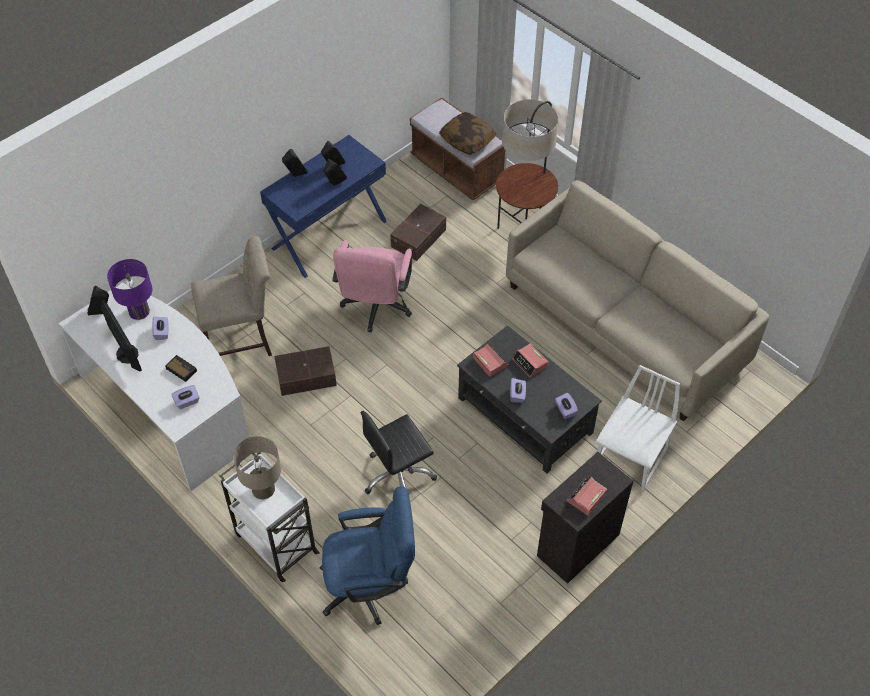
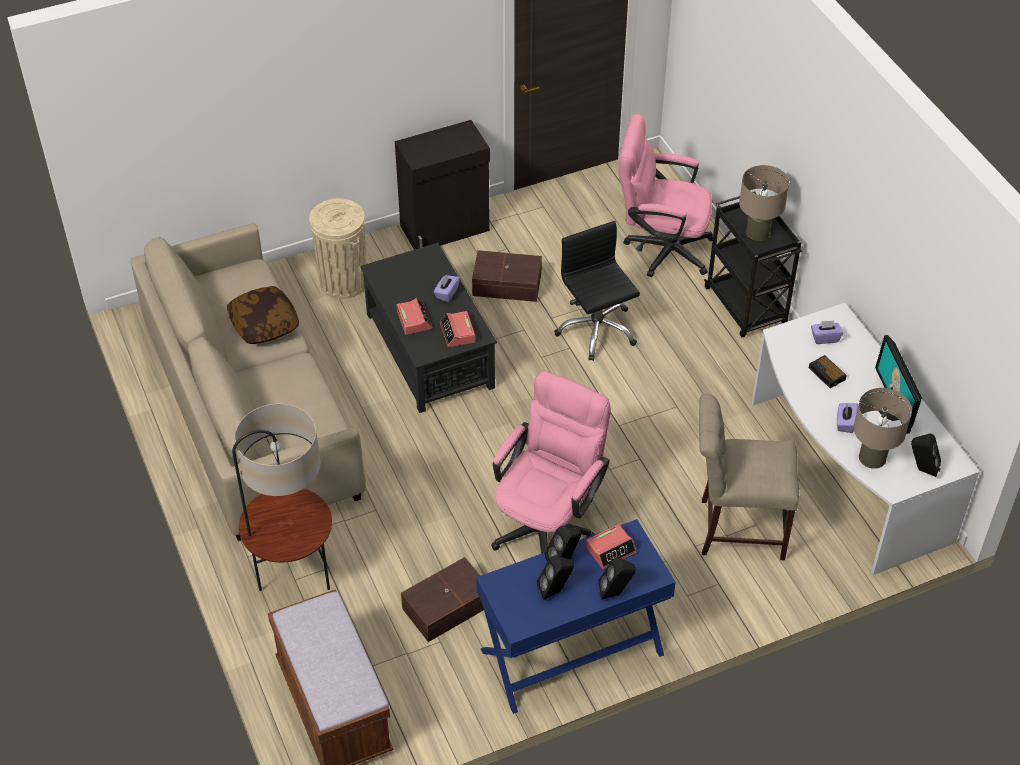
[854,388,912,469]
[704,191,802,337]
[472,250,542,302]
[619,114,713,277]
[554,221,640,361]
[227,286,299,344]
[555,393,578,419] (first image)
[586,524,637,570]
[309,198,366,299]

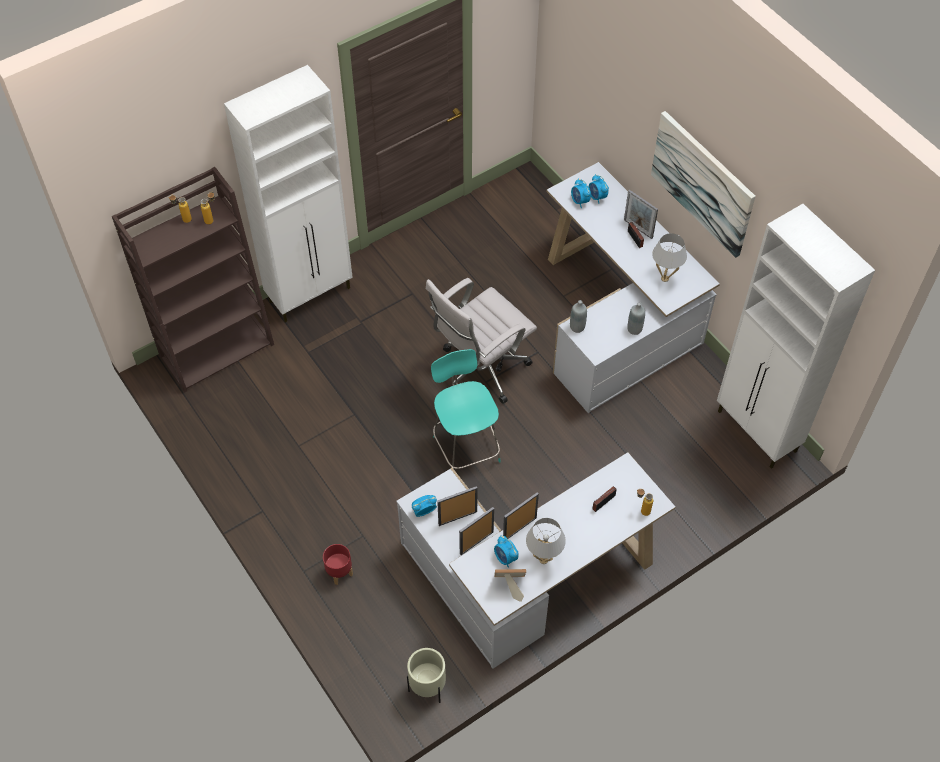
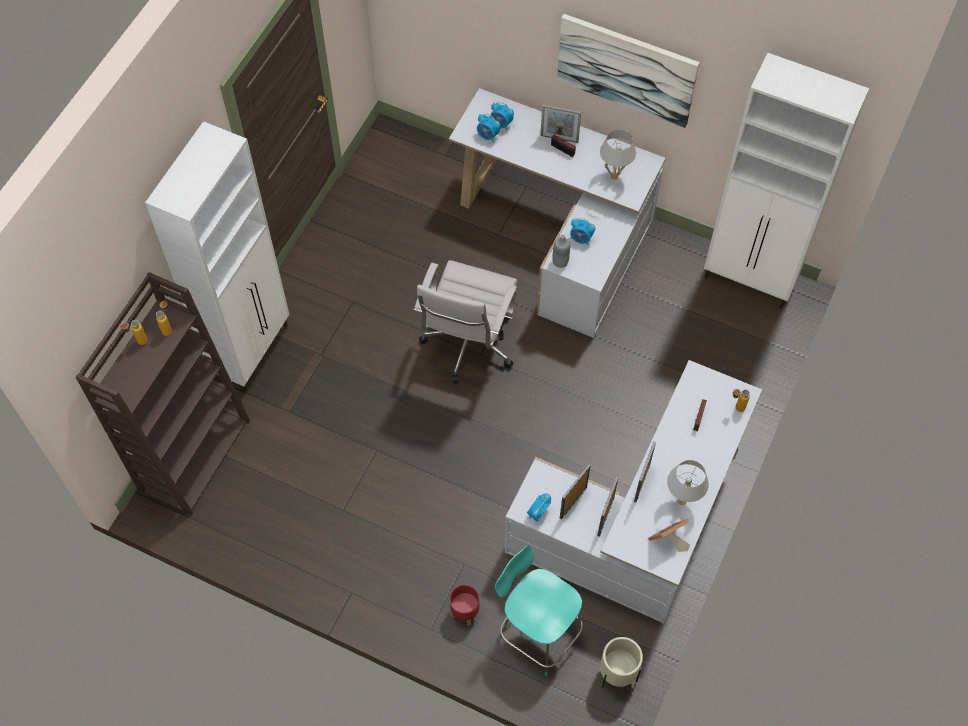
[495,545,583,676]
[570,218,595,245]
[627,302,645,335] (first image)

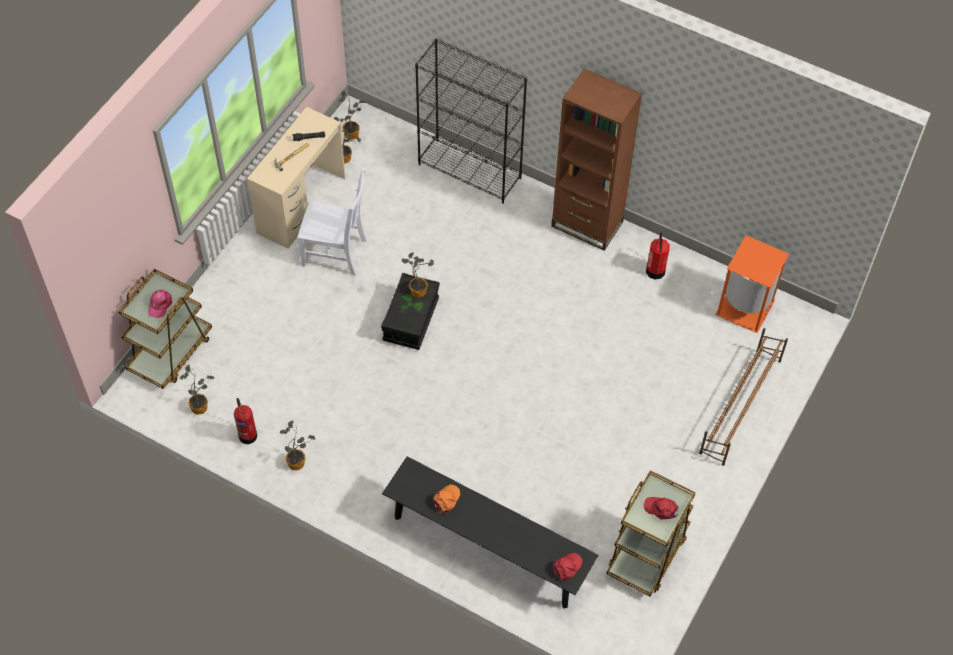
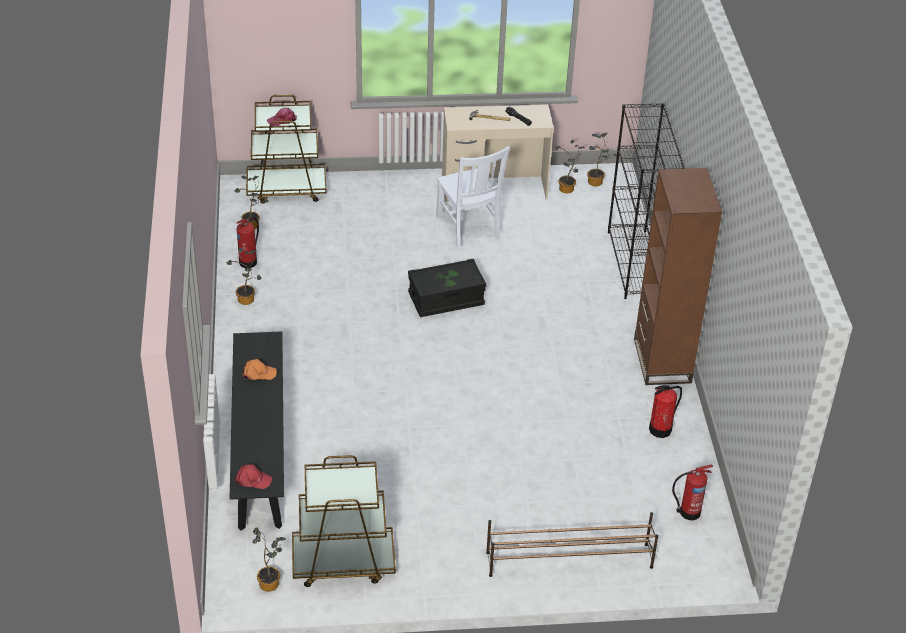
[252,527,286,592]
[644,497,678,520] (first image)
[672,465,713,520]

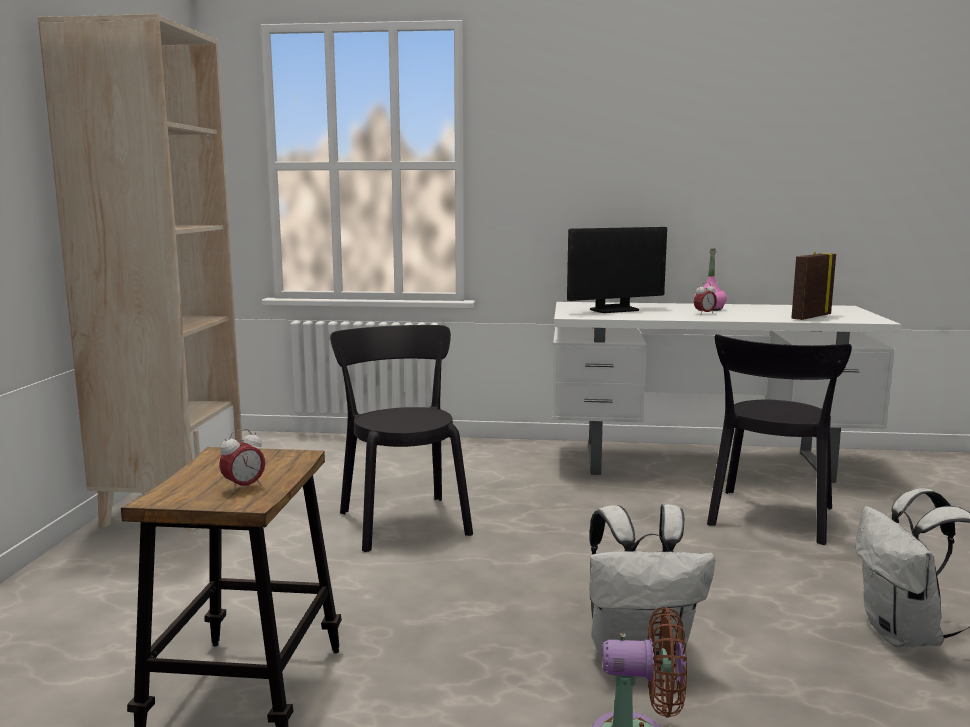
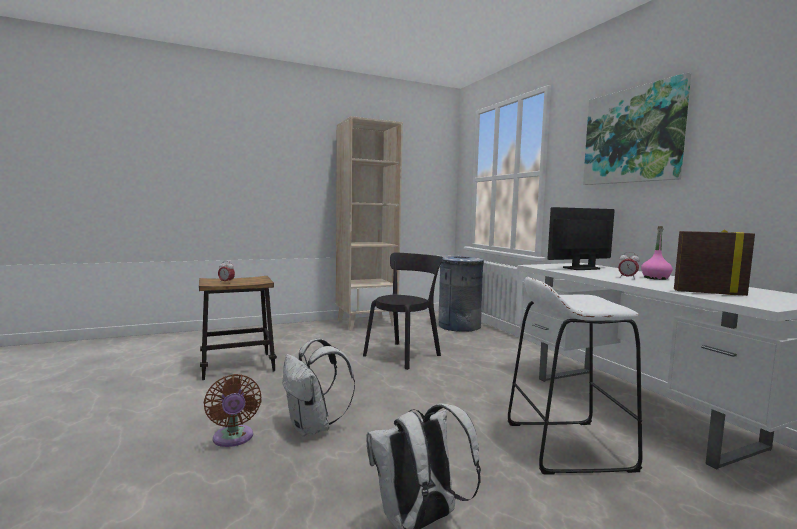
[547,207,615,270]
[508,277,643,474]
[438,256,484,332]
[583,73,691,185]

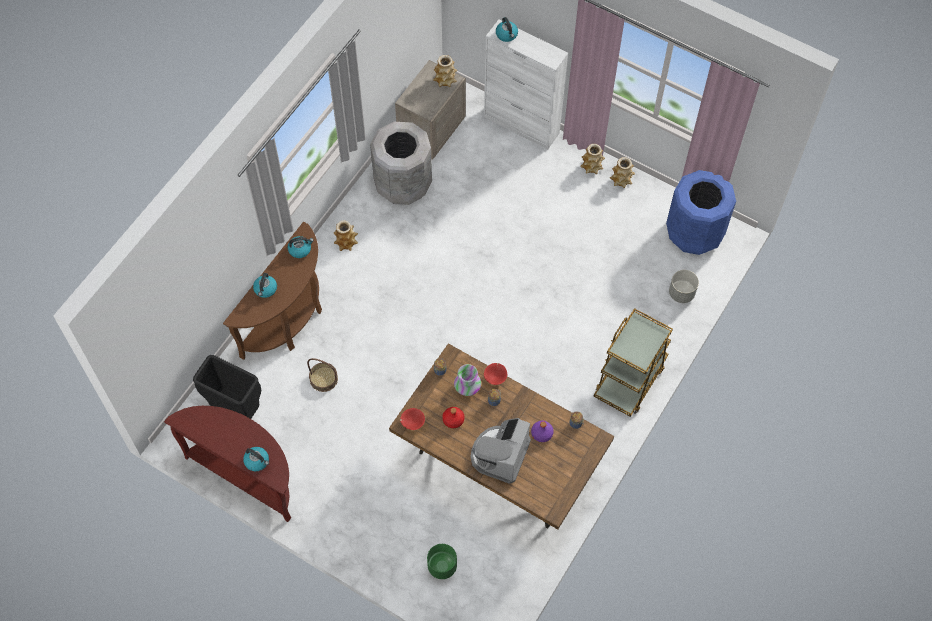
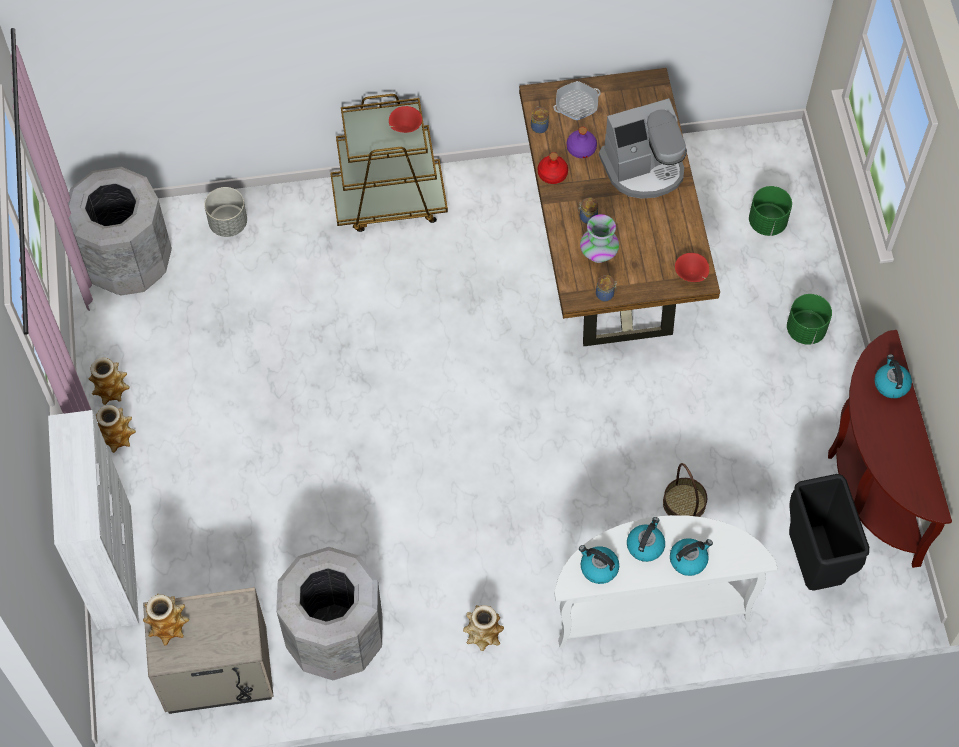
[554,515,778,648]
[538,152,568,184]
[389,106,422,133]
[627,517,665,562]
[68,167,172,296]
[554,81,600,120]
[787,294,832,345]

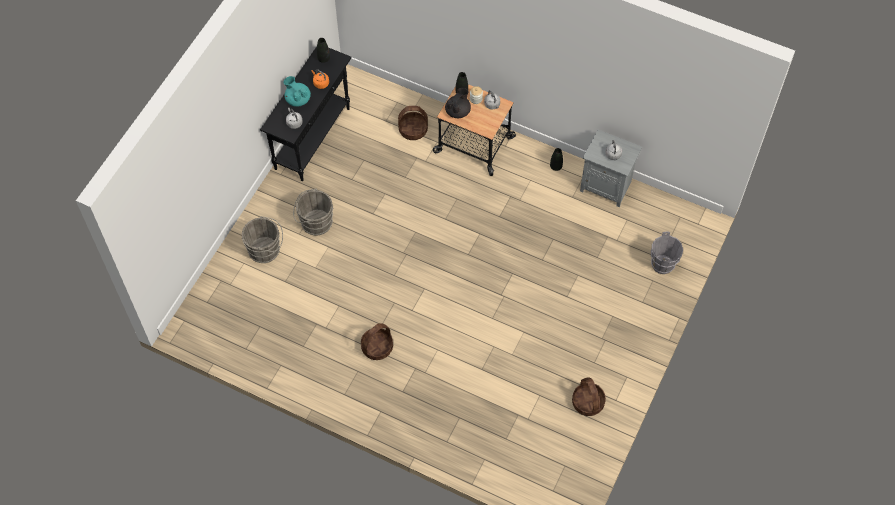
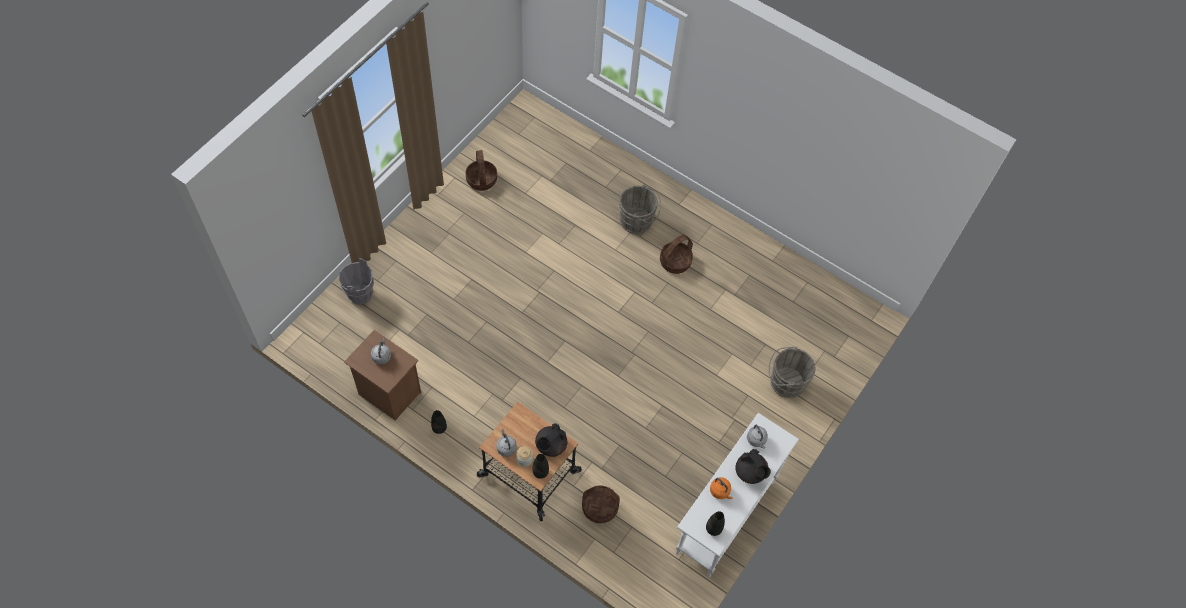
[676,413,799,577]
[735,449,771,484]
[619,185,661,234]
[344,330,421,420]

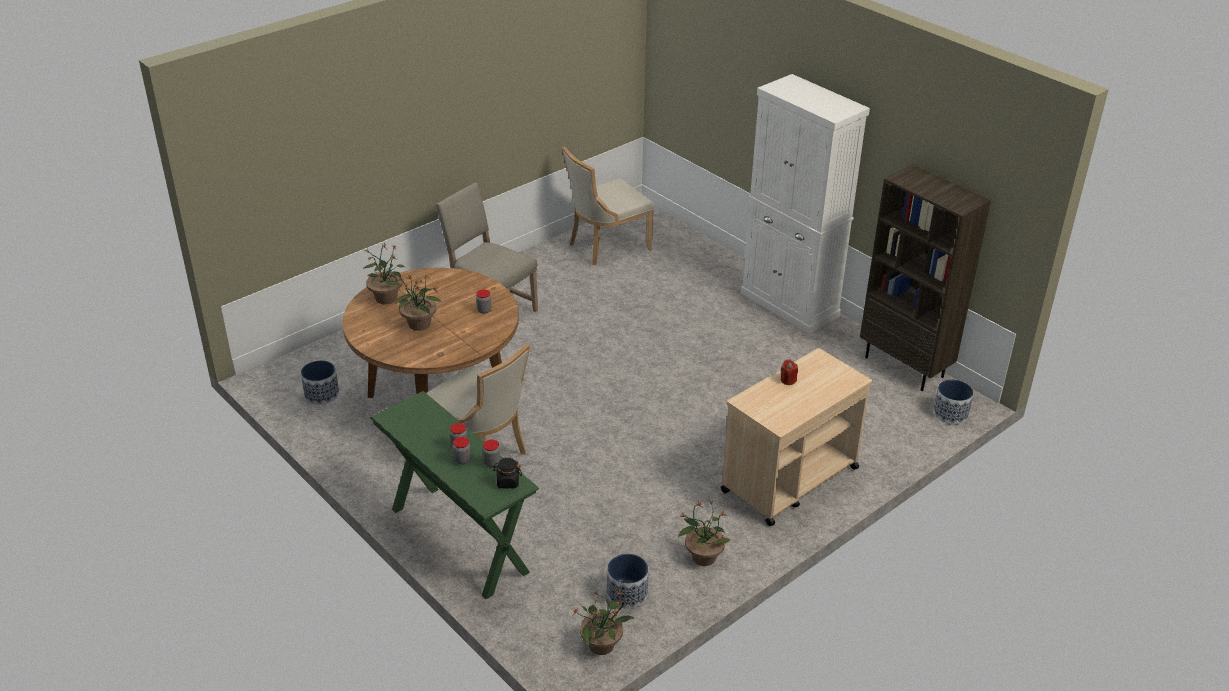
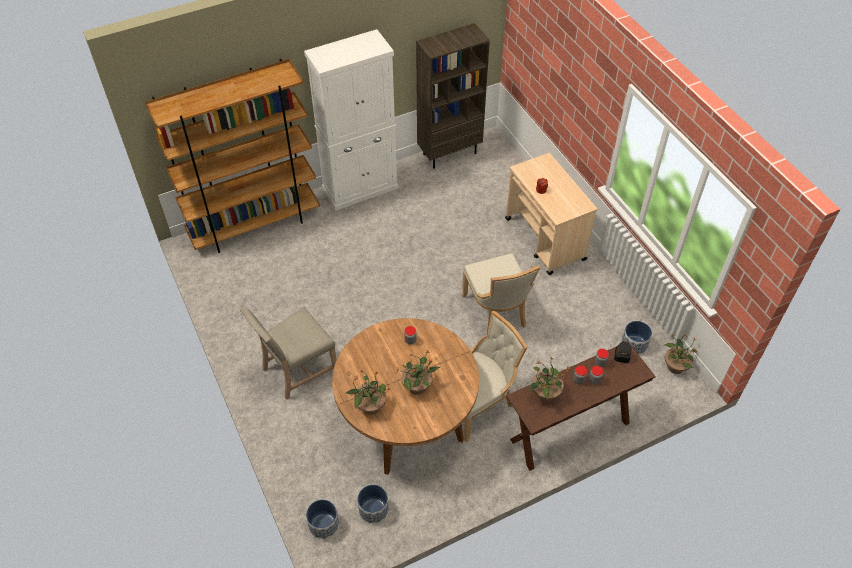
[506,342,656,471]
[461,253,540,333]
[528,357,570,402]
[306,499,339,539]
[145,59,320,253]

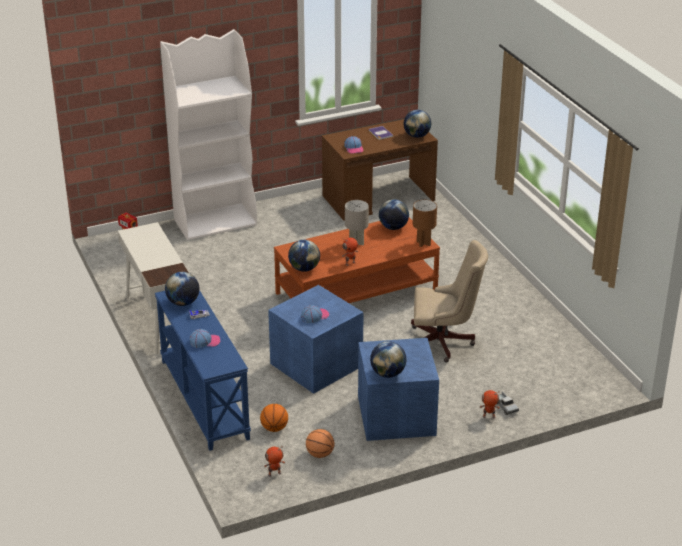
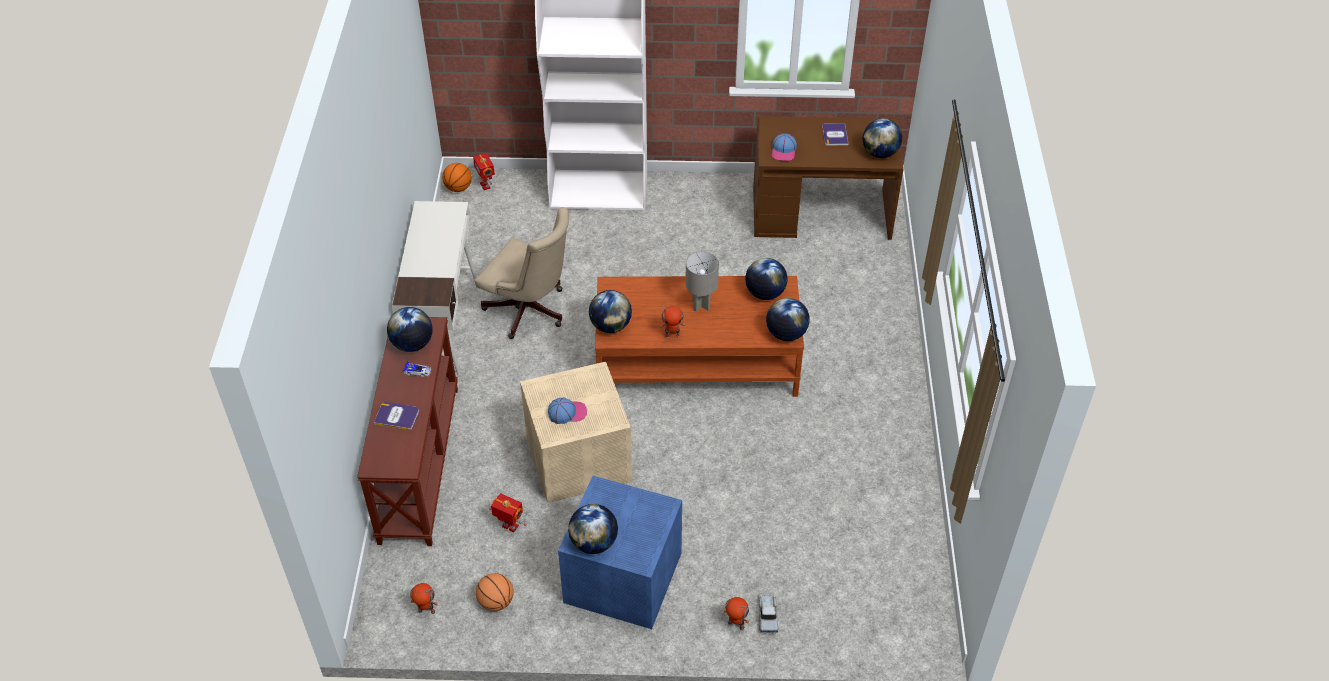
[357,317,458,546]
[374,402,419,430]
[442,163,472,192]
[520,362,632,503]
[475,207,569,339]
[766,298,810,341]
[489,493,527,532]

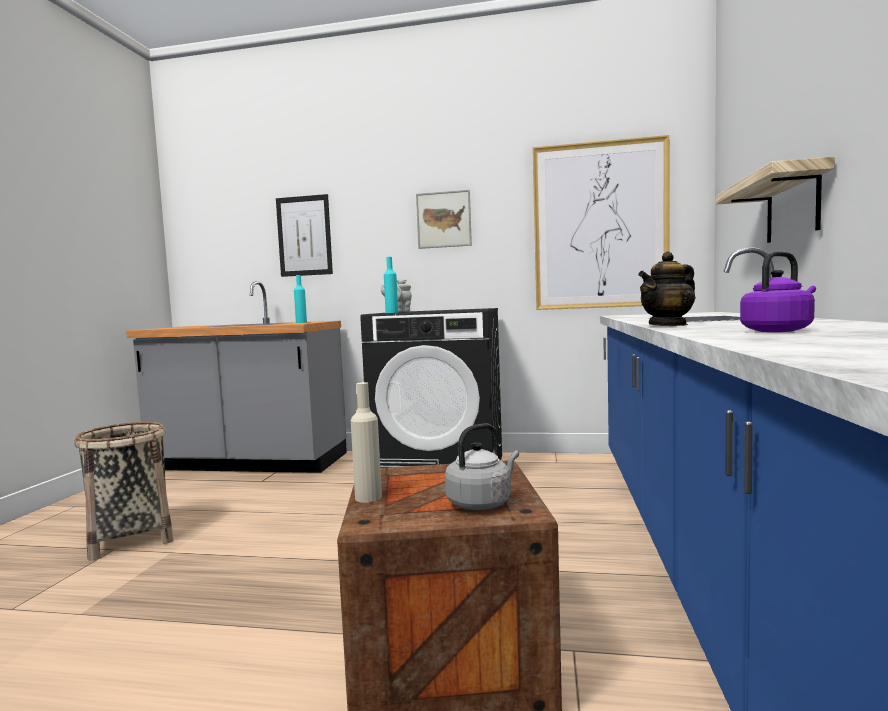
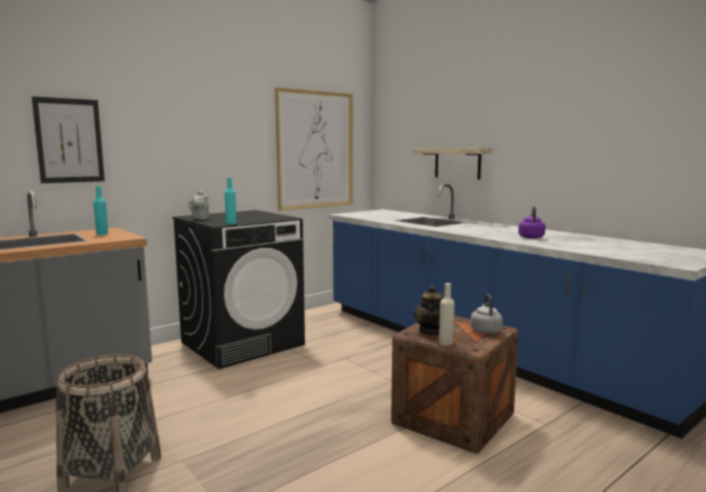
[416,190,472,249] (first image)
[413,285,442,335]

